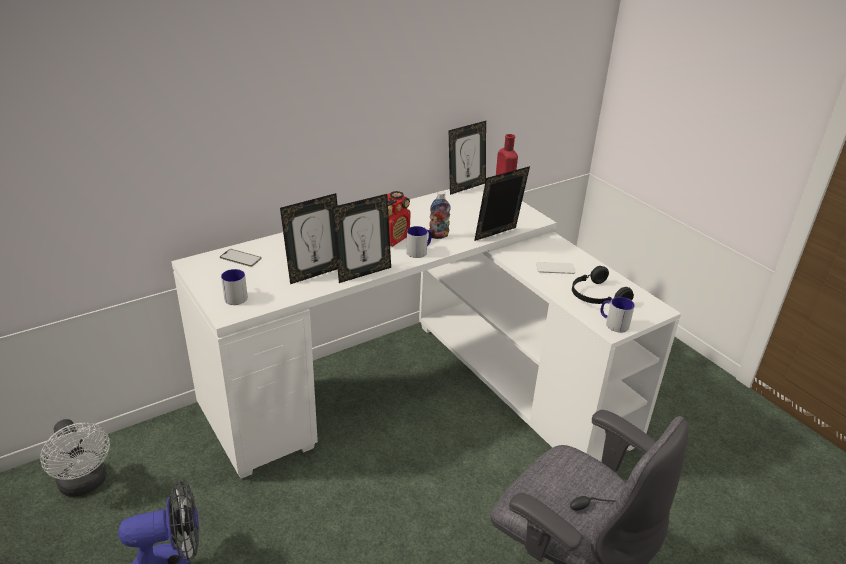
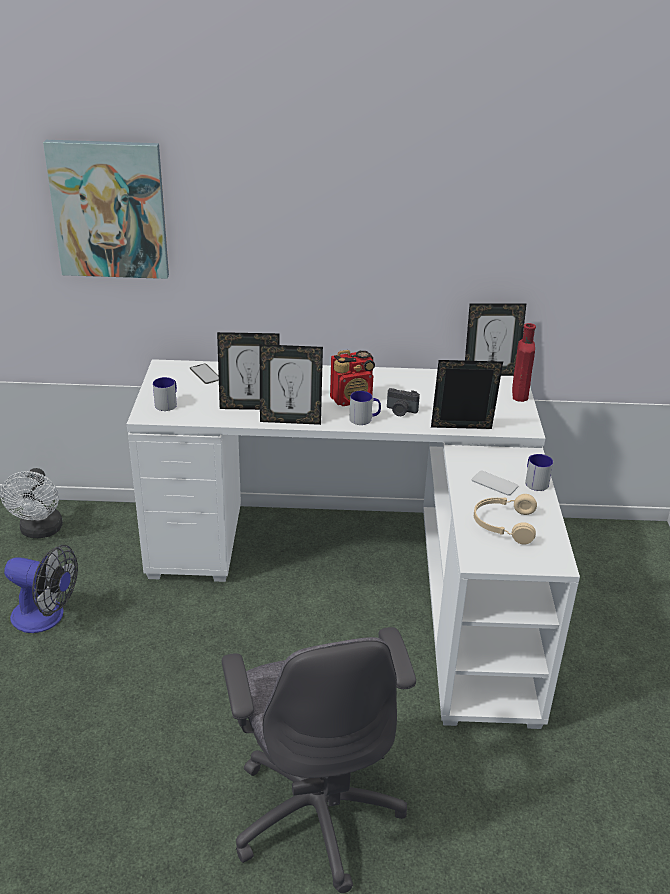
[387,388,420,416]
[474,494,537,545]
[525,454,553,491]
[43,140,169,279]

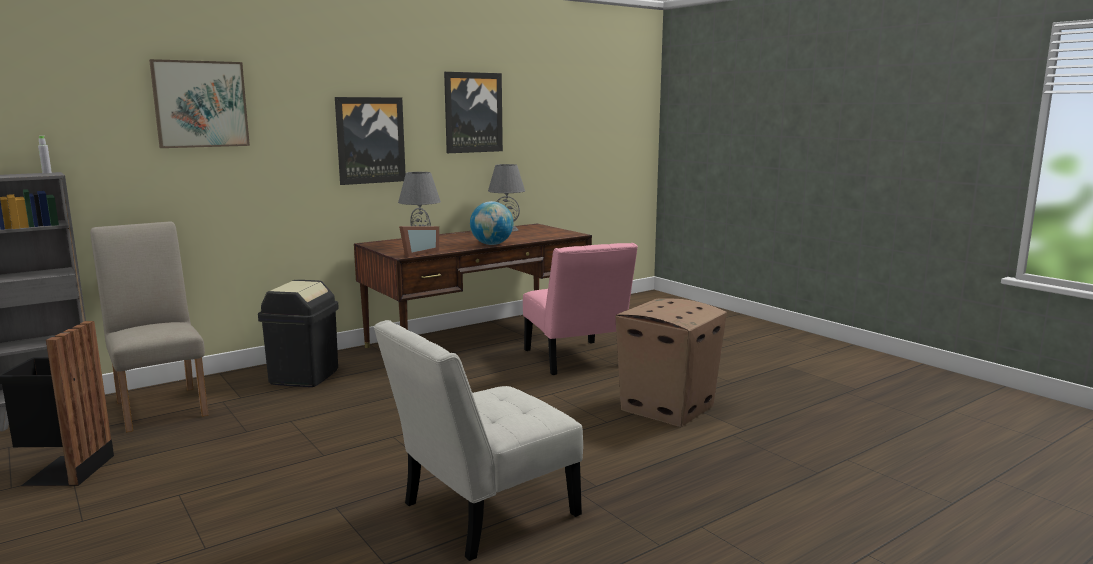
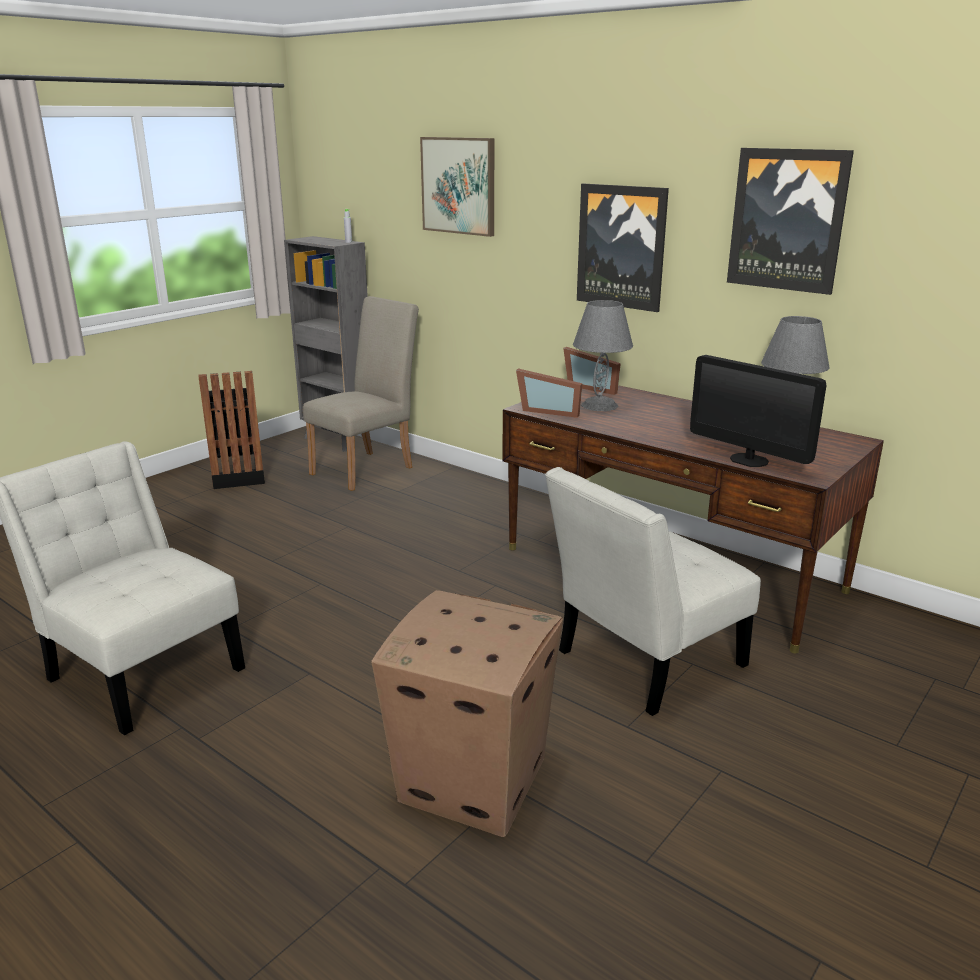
[258,280,339,387] (first image)
[470,201,513,245] (first image)
[545,467,761,716]
[563,347,621,395]
[690,355,826,467]

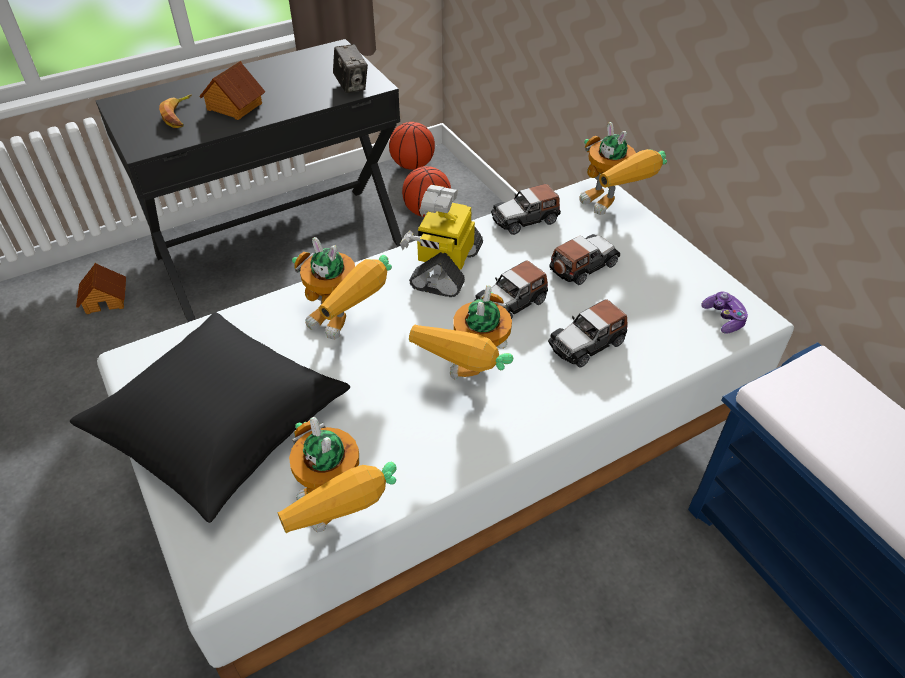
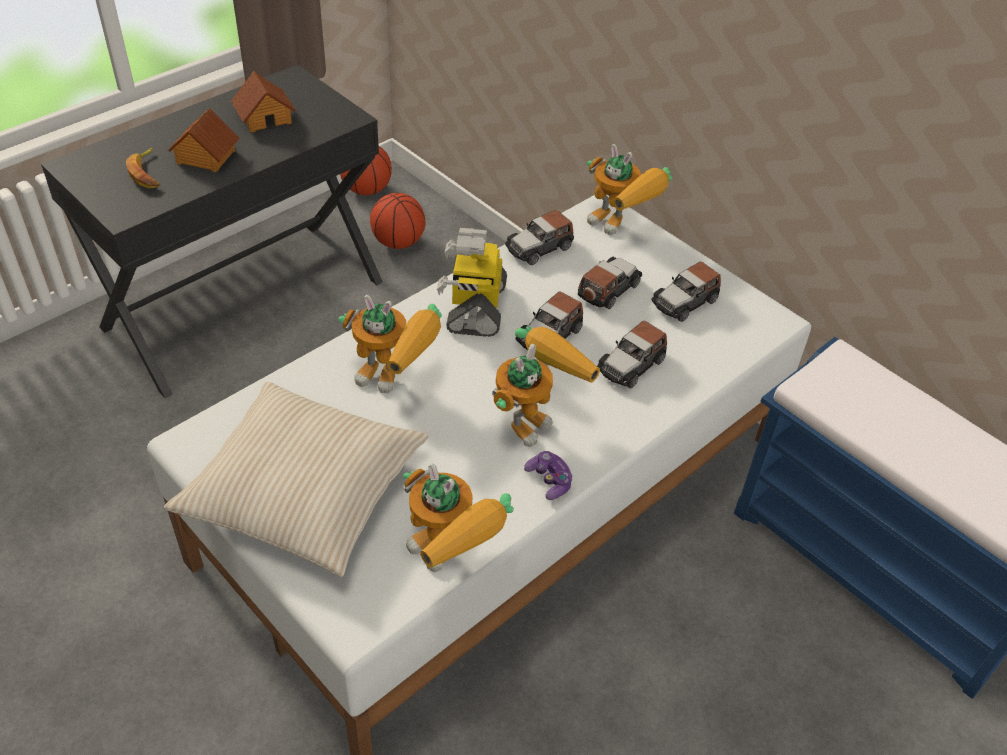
[164,382,428,577]
[231,71,296,133]
[333,44,368,93] (first image)
[492,326,600,447]
[524,451,573,500]
[651,262,721,322]

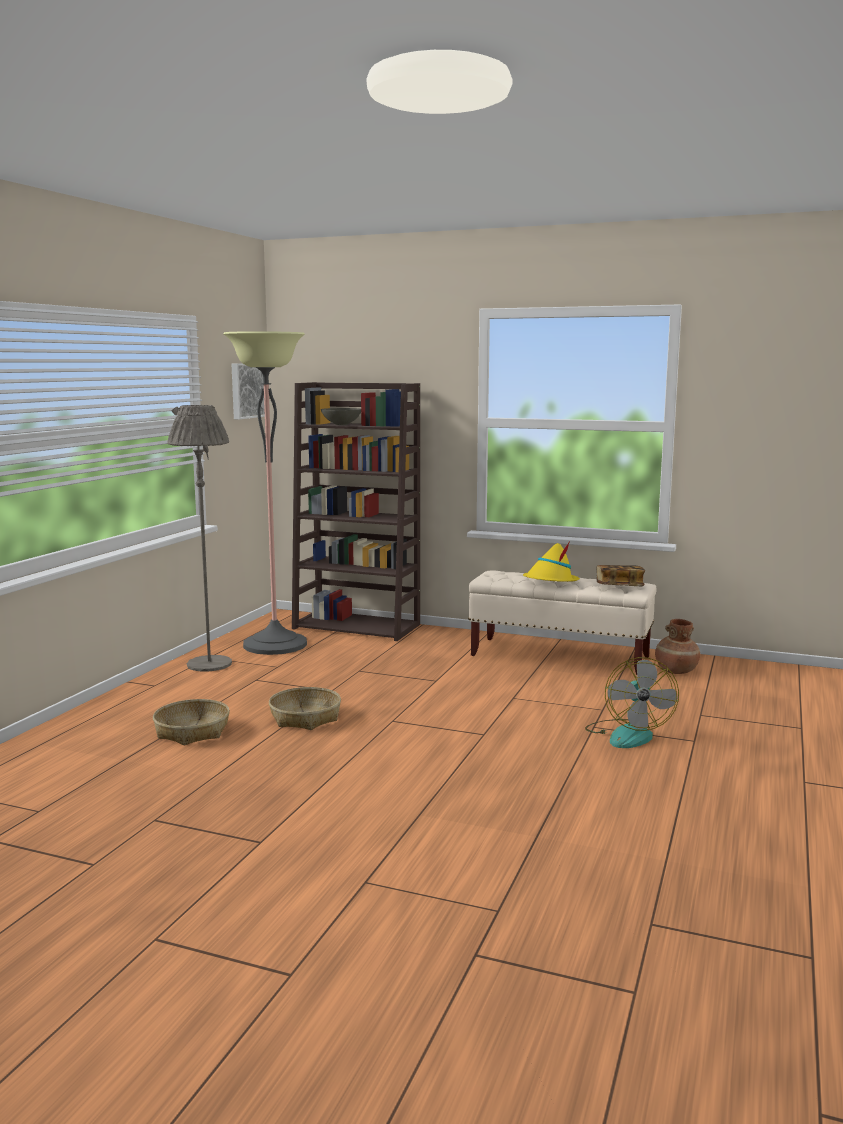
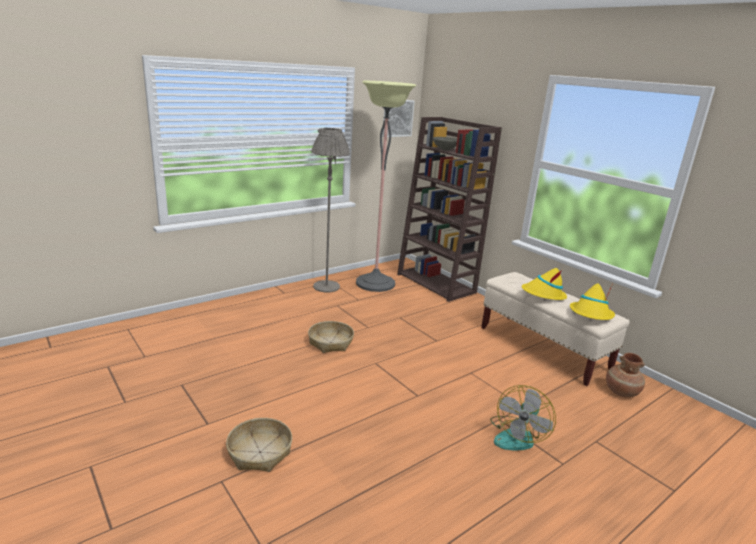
[226,418,292,472]
[570,283,615,320]

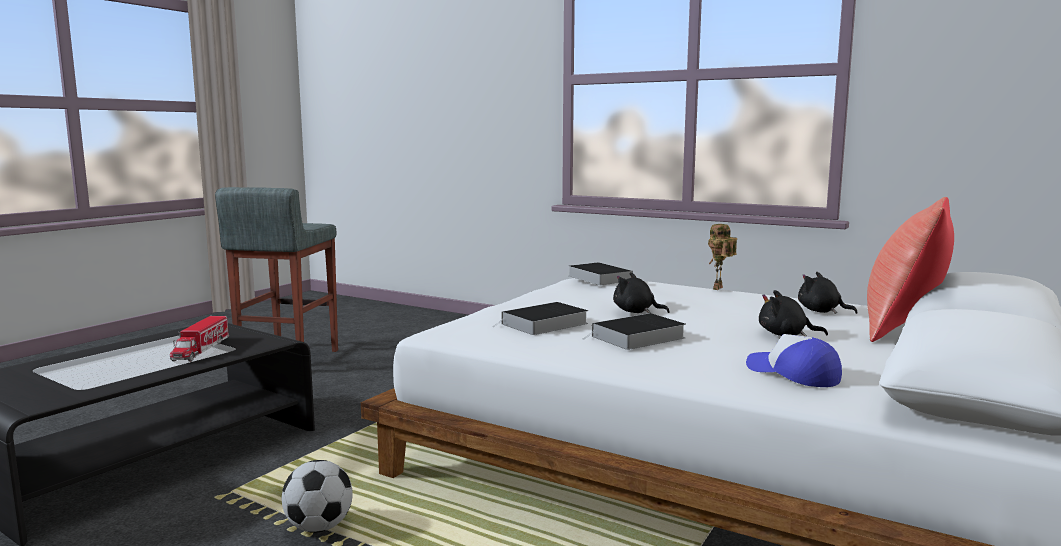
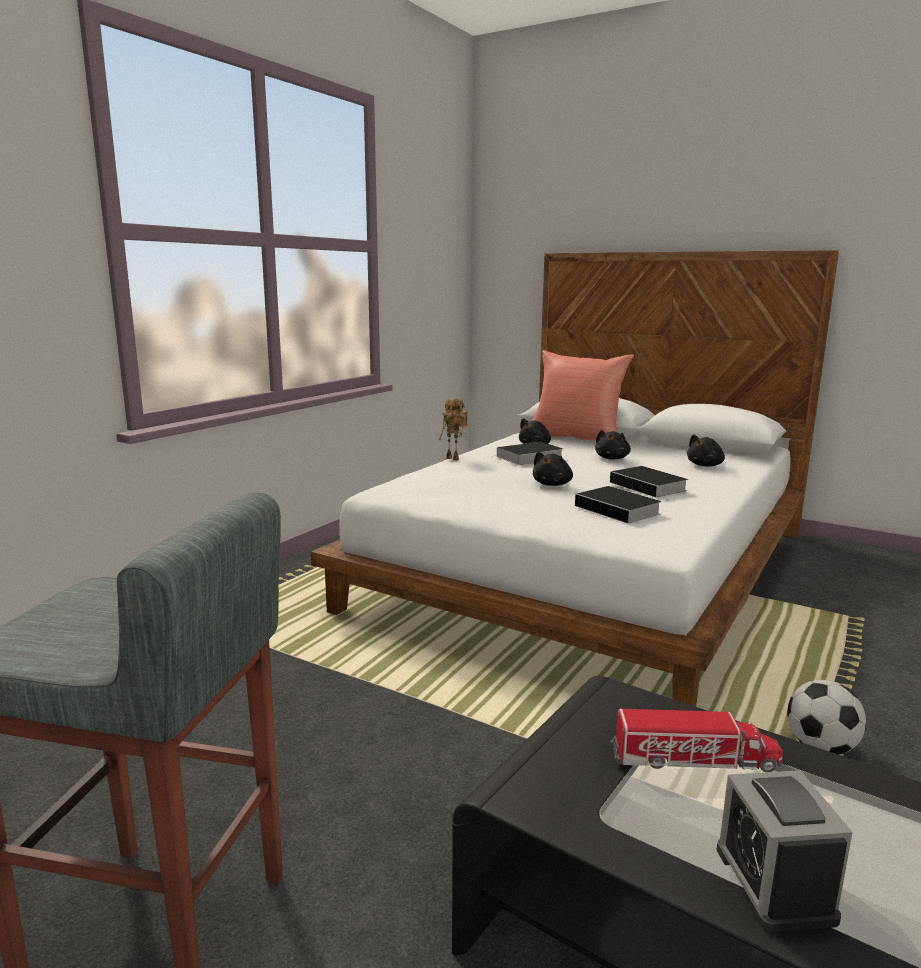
[492,442,563,465]
[687,435,725,466]
[716,770,853,933]

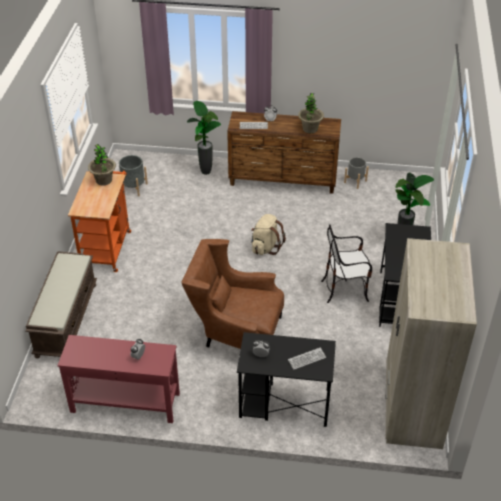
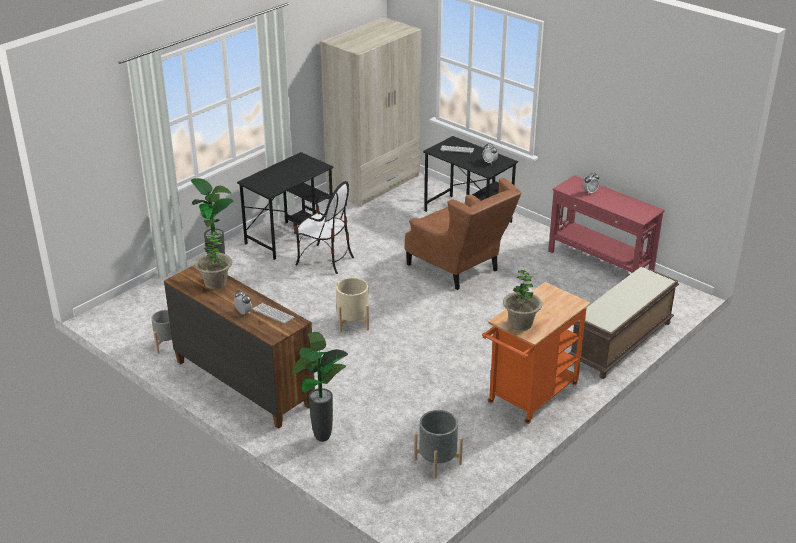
[336,277,369,332]

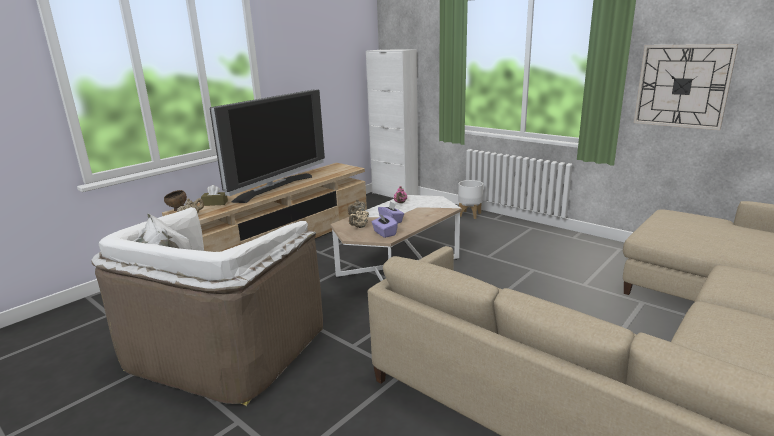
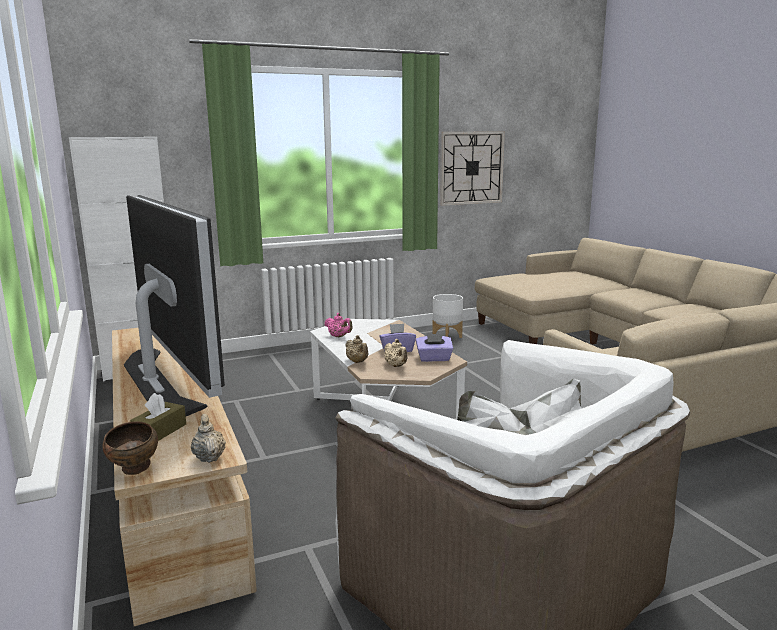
[432,294,463,338]

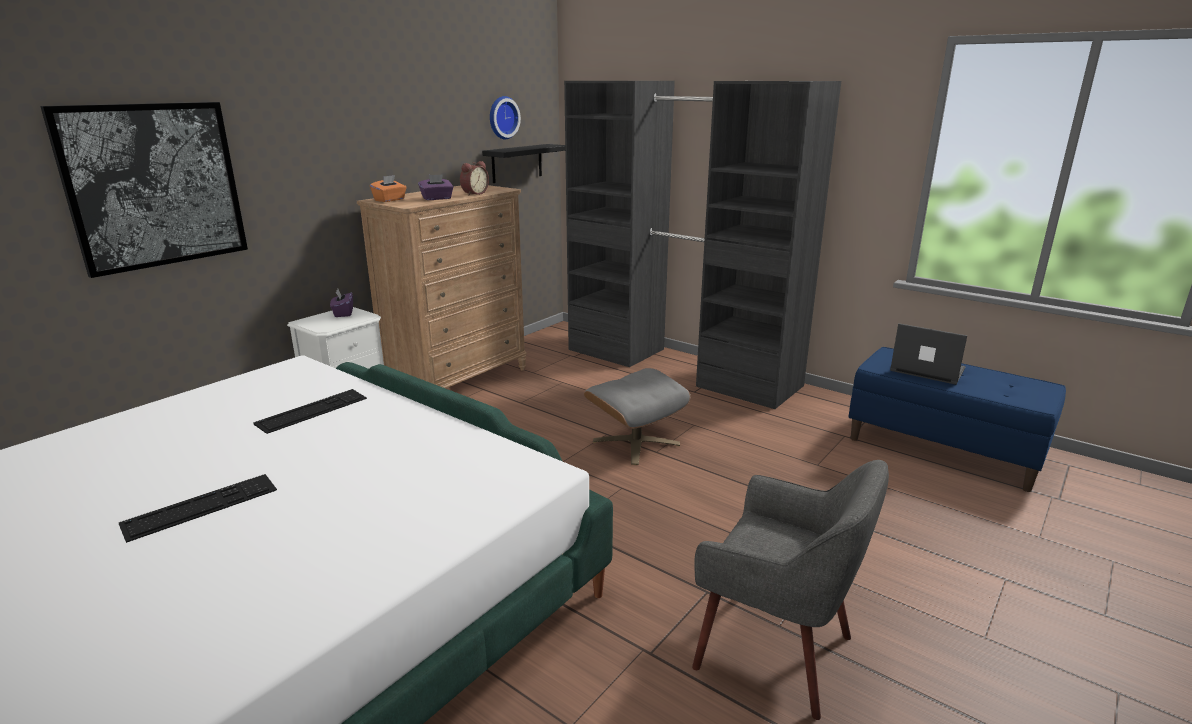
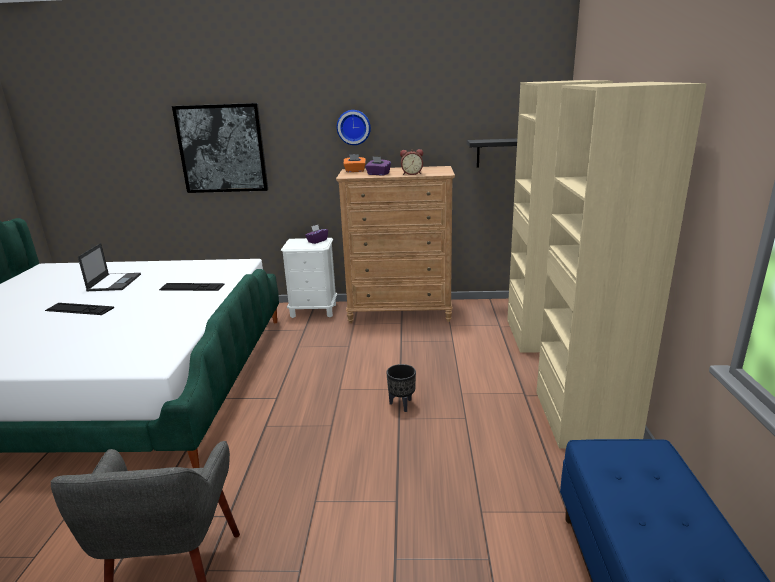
[337,110,371,145]
[507,80,707,448]
[386,364,416,412]
[78,243,141,291]

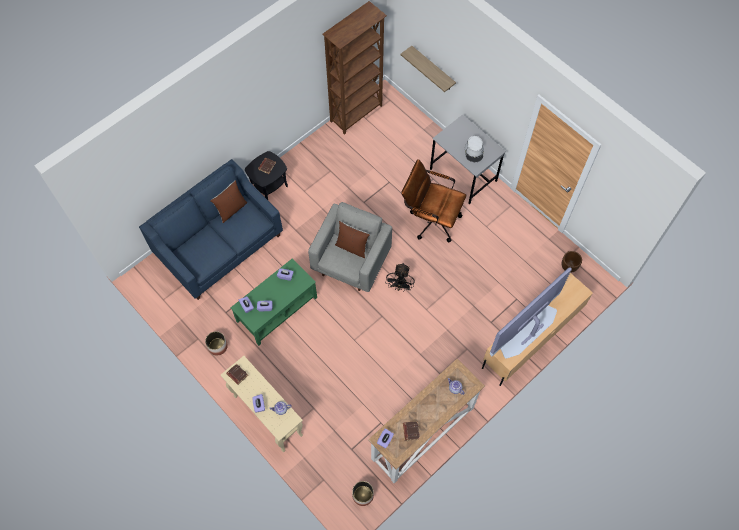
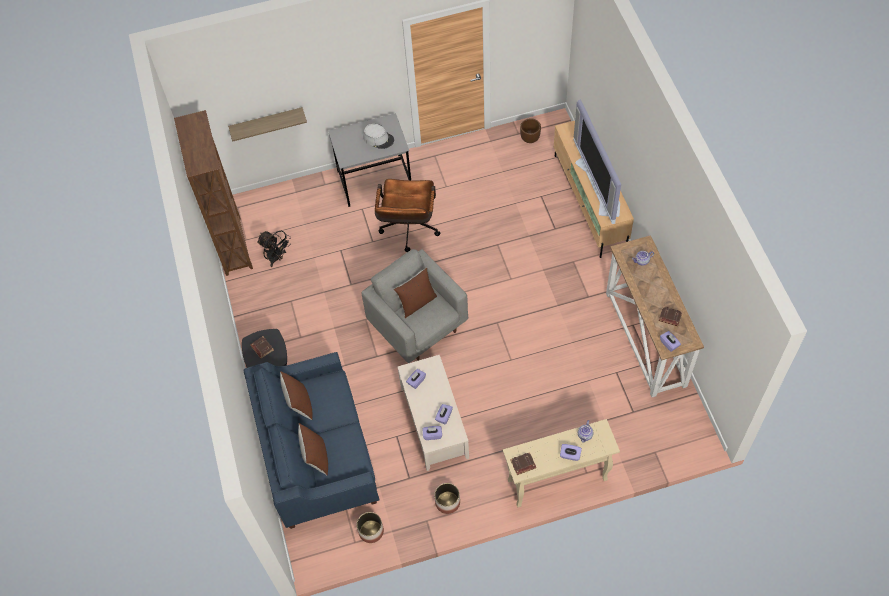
[397,355,469,471]
[357,512,384,543]
[257,230,291,267]
[375,179,440,252]
[298,423,328,475]

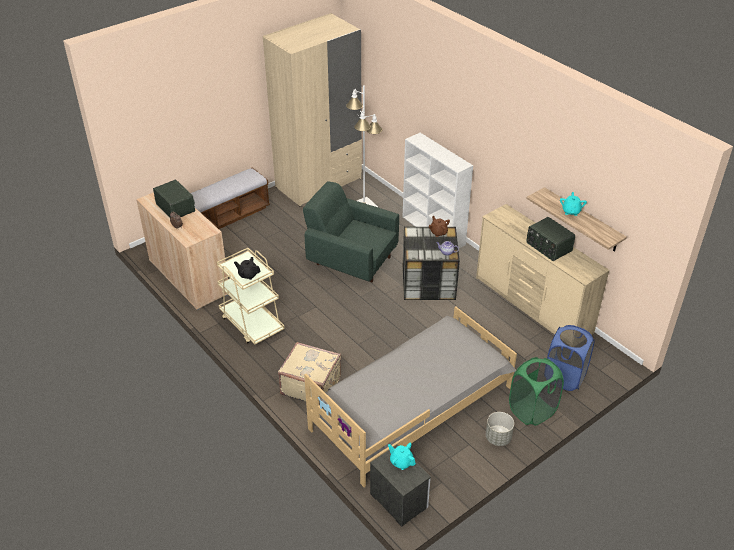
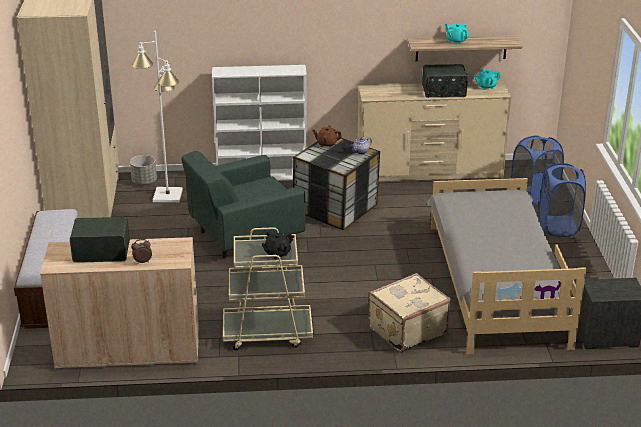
[474,68,500,90]
[130,155,157,185]
[539,163,586,237]

